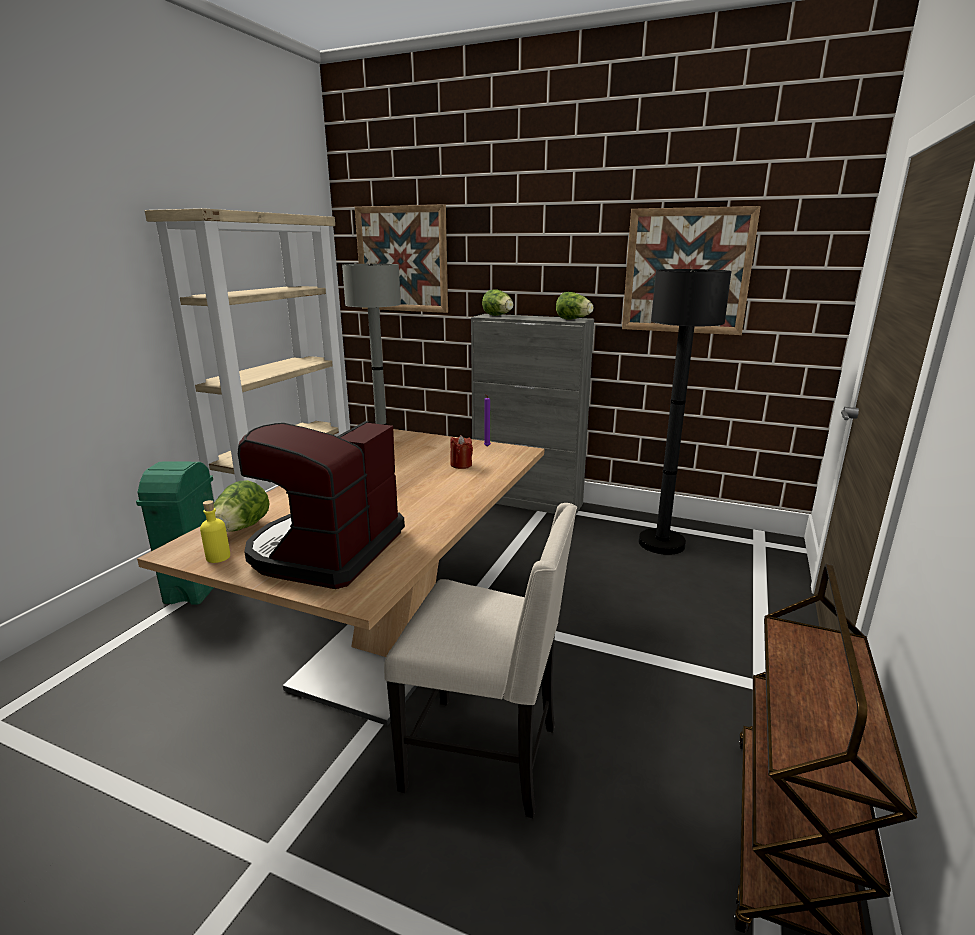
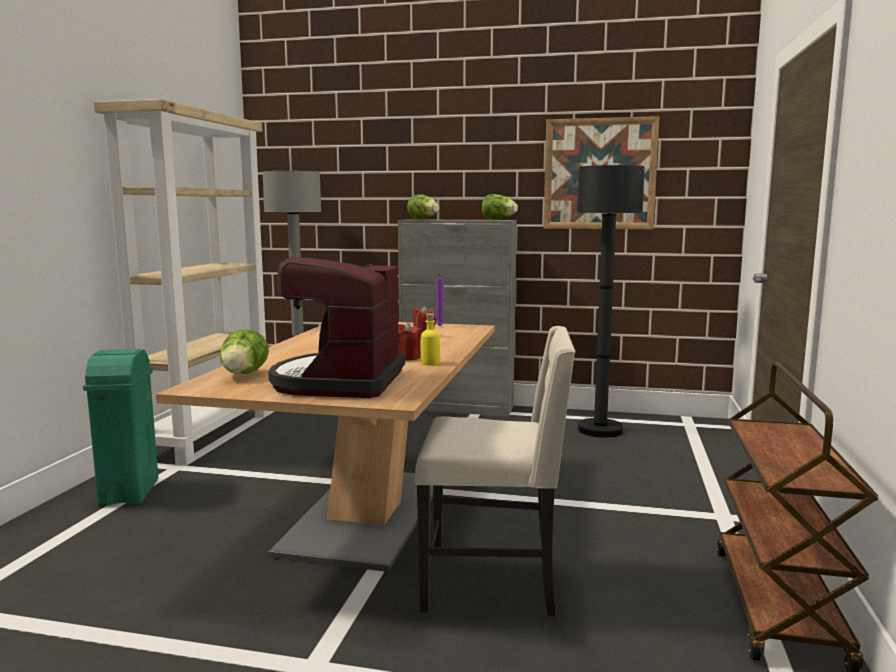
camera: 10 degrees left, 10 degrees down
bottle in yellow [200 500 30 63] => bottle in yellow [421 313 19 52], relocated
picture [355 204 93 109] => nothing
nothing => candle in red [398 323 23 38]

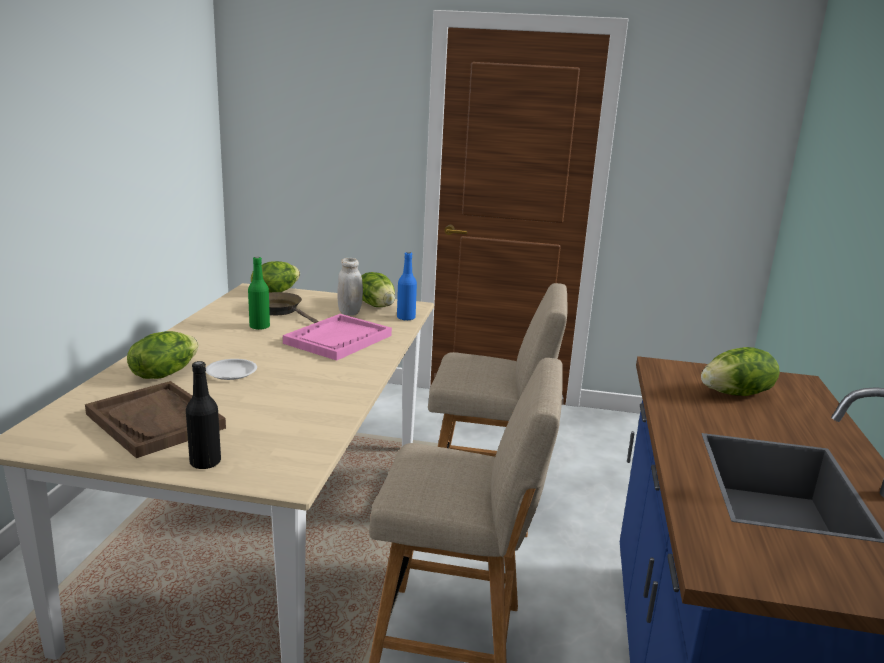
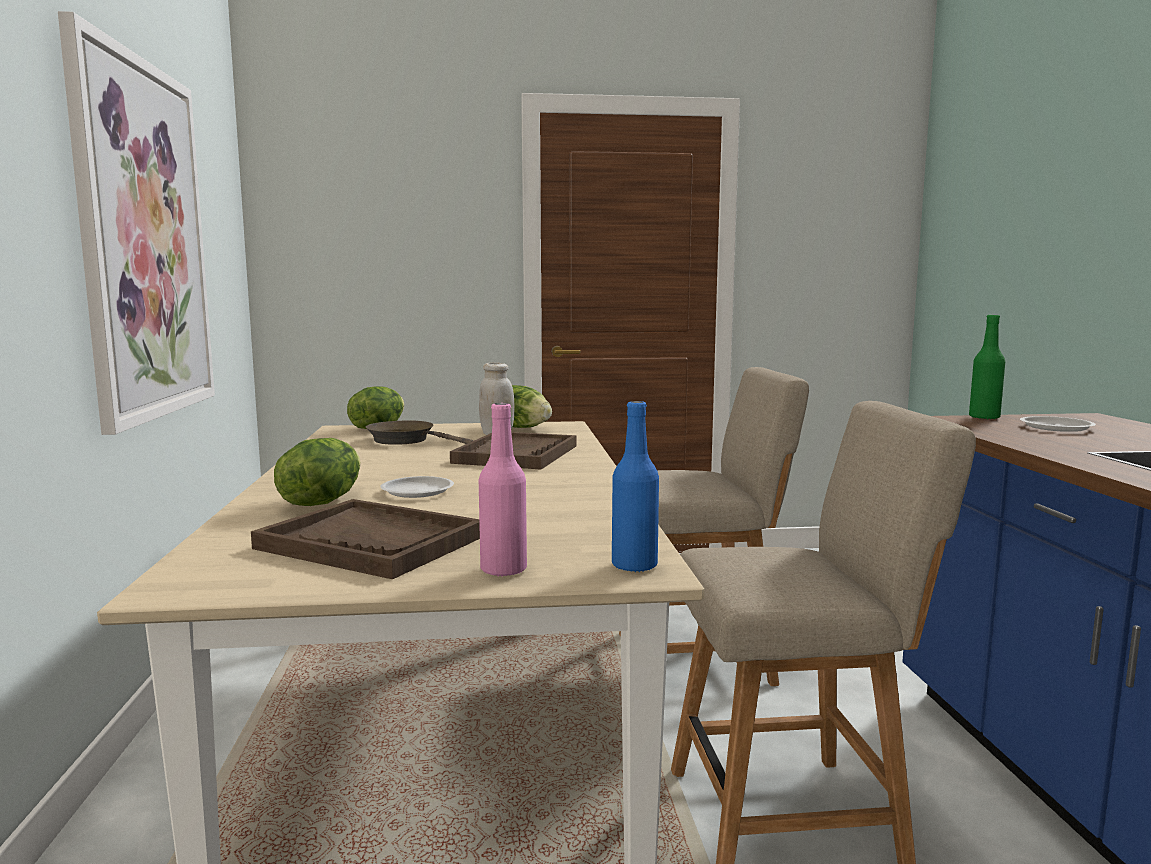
camera: 15 degrees left, 10 degrees down
bottle in black [186 361 35 108] => bottle in pink [479 403 48 174]
bottle in green [248 257 22 73] => bottle in green [969 315 36 104], relocated
tray in pink [283 314 109 47] => tray in brown [450 432 127 37]
bottle in blue [397 252 20 69] => bottle in blue [612 401 47 172], relocated
lettuce [701 347 79 49] => plate in white [1020 416 76 16]
nothing => picture [58 11 157 424]

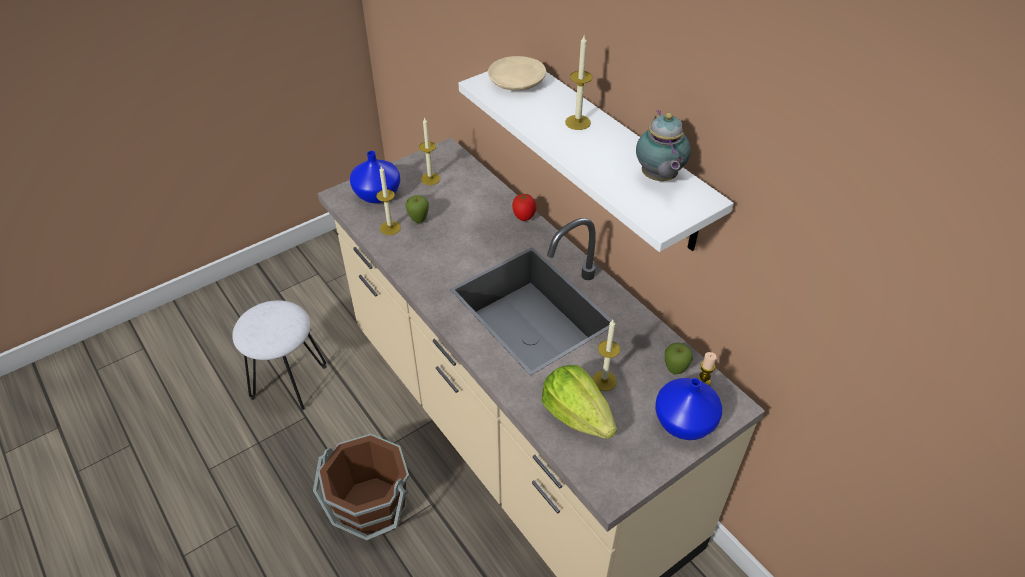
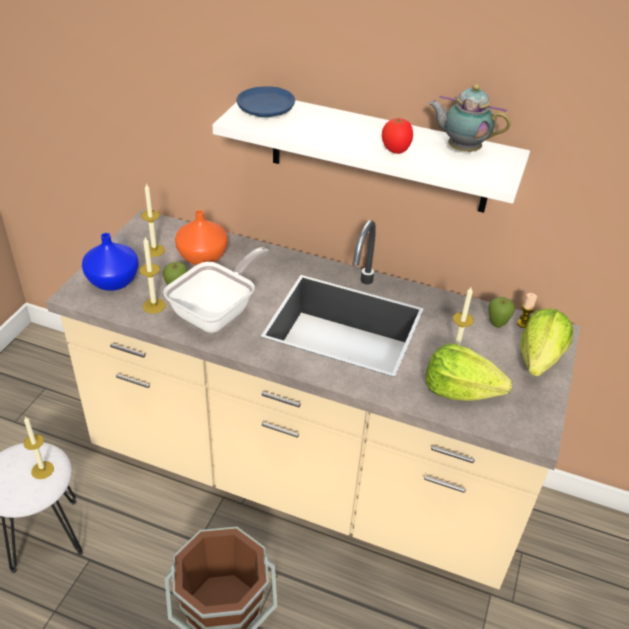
camera: 35 degrees left, 5 degrees down
plate in beige [488 56 58 34] => plate in blue [237 86 58 31]
tomato [512 194 24 27] => tomato [382 118 31 36], relocated
candle [565 36 28 94] => candle [23 416 31 63], relocated
teapot [636 110 55 71] => teapot [429 84 82 68], 150 degrees clockwise
vase in blue [655 378 67 62] => lettuce [521 309 52 67]
nothing => frying pan [163 247 106 86]
nothing => vase in orange [175 210 53 55]

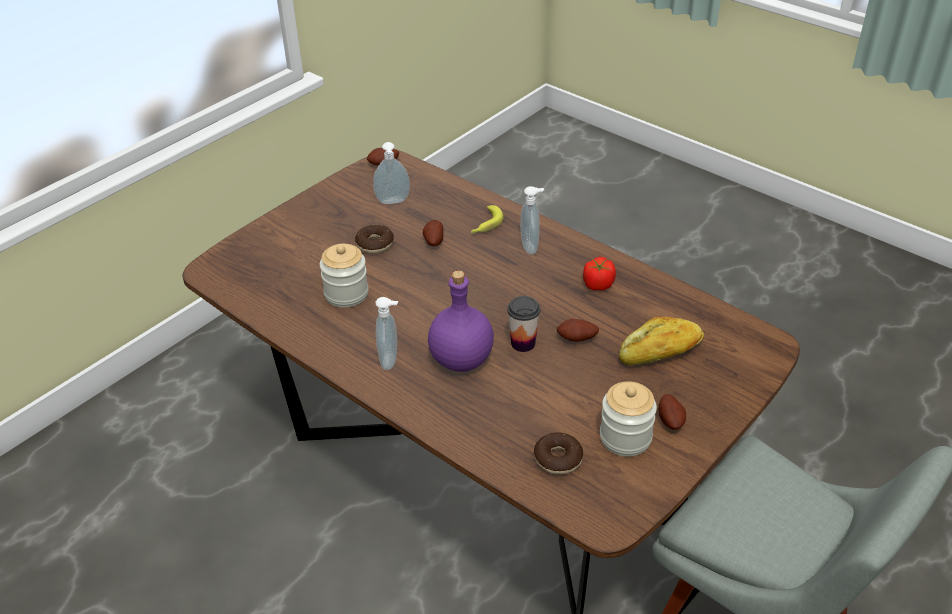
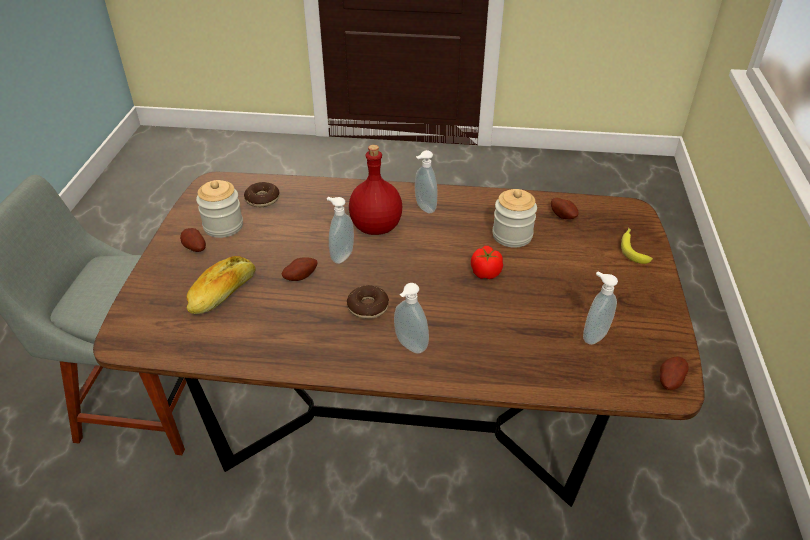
camera: 145 degrees right, 0 degrees up
donut [355 224 39 30] => donut [347 285 42 34], relocated
potato [423 220 20 26] => potato [551 198 27 21], relocated
bottle in purple [428 270 66 102] => bottle in red [349 145 53 90]
banana [471 205 33 28] => banana [621 228 32 36], relocated
cup [507 296 33 56] => soap dispenser [327 197 27 67]
tomato [583 257 33 34] => tomato [471 246 32 33], relocated

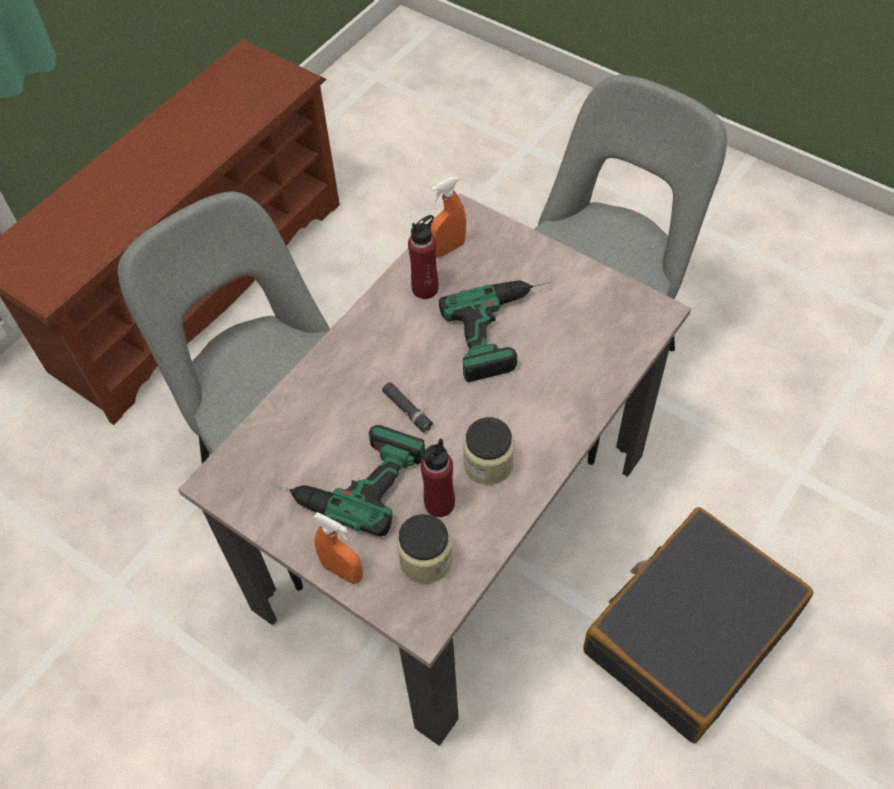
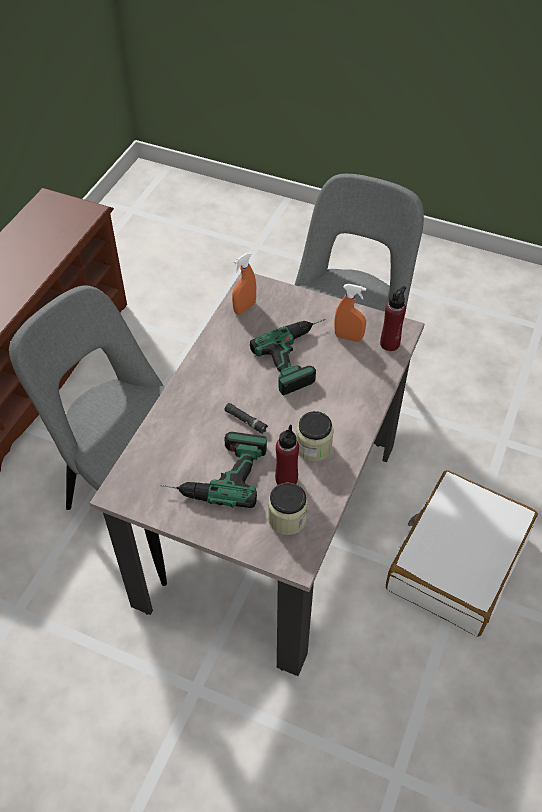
camera: 15 degrees left, 5 degrees down
spray bottle in orange [314 512 49 72] => spray bottle in orange [334 284 32 58], relocated
bottle in red [408 215 31 84] => bottle in red [380 286 26 65], relocated
suitcase in black [583 507 230 236] => suitcase in white [386 470 152 166]

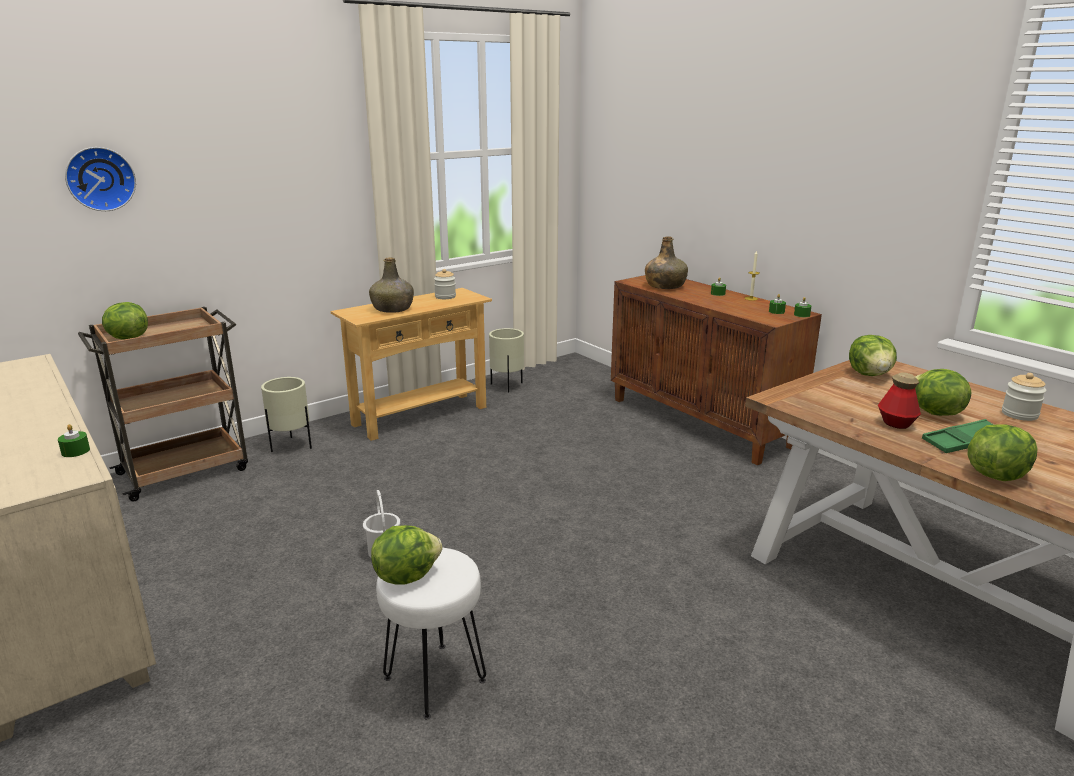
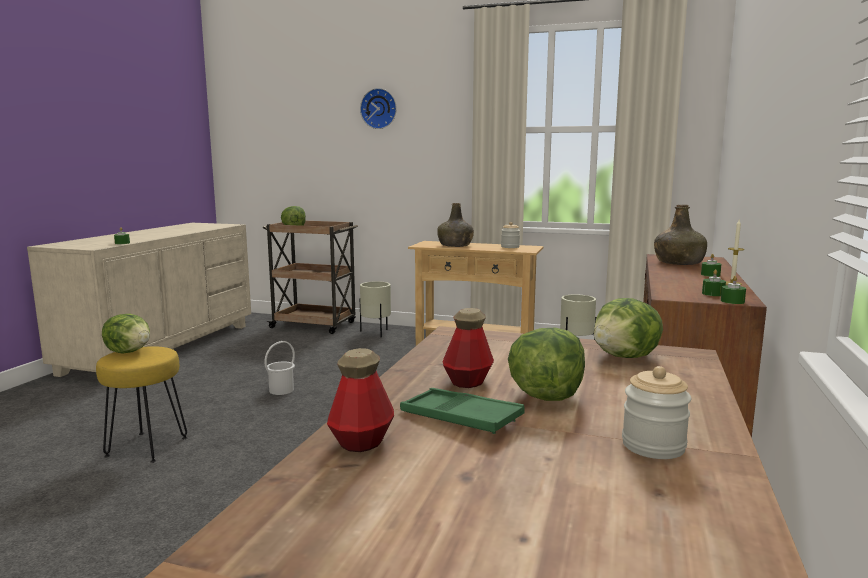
camera: 55 degrees right, 10 degrees down
wall clock [65 147 71 64] => wall clock [360 88 37 41], relocated
stool in white [376 548 110 171] => stool in yellow [96 346 92 117]
lettuce [968 424 70 57] => bottle [327 348 67 104]

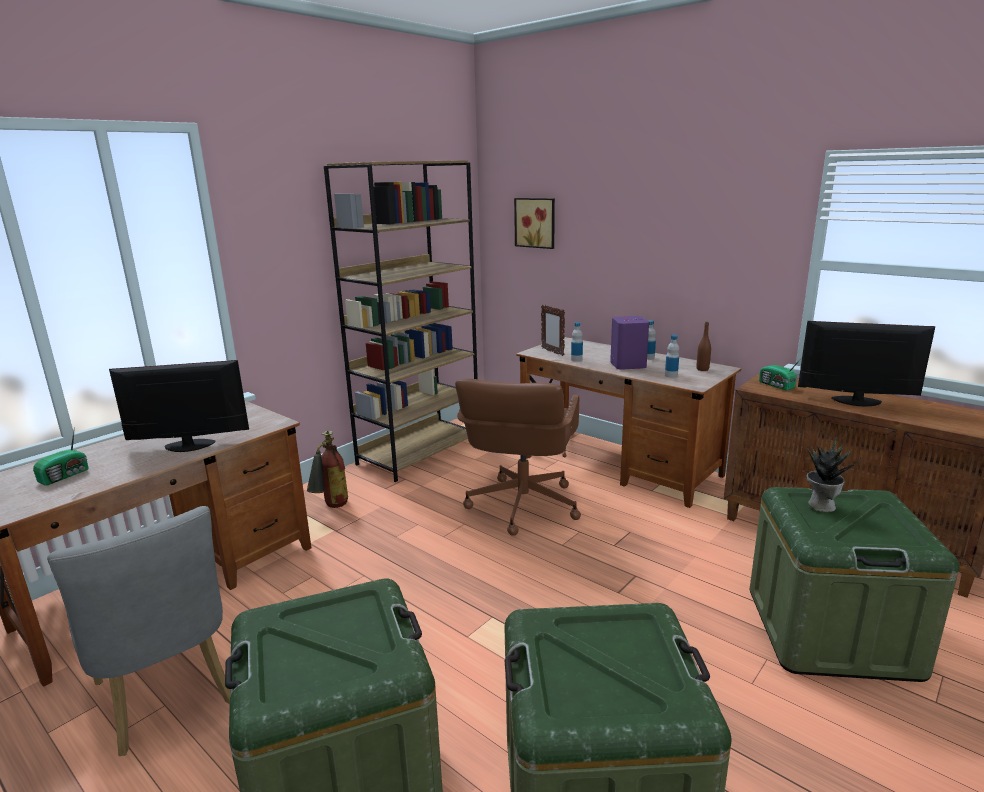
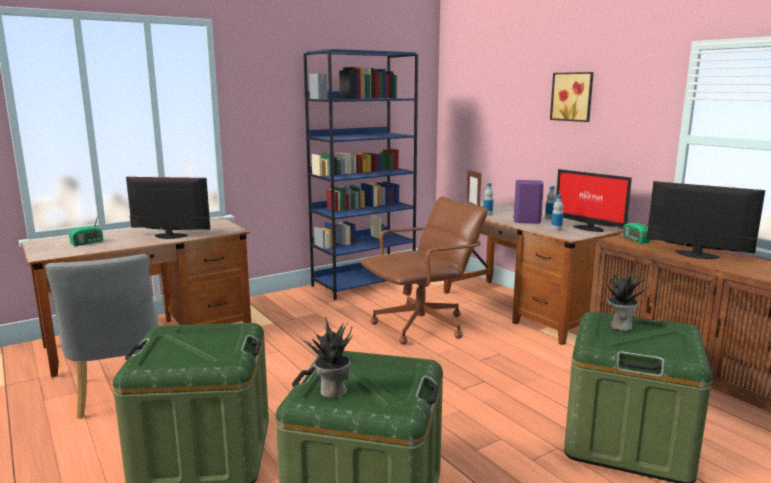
camera: 15 degrees right, 5 degrees down
fire extinguisher [307 431 41 77] => nothing
bookcase in brown [324 160 154 322] => bookcase in blue [303 49 115 251]
office chair in brown [455 379 126 157] => office chair in brown [361 196 127 149], 150 degrees counterclockwise
picture [514 198 41 51] => picture [550 72 44 50], relocated
bottle in brown [697 322 14 49] => monitor [556 169 76 63]
nothing => potted plant [301 317 51 81]

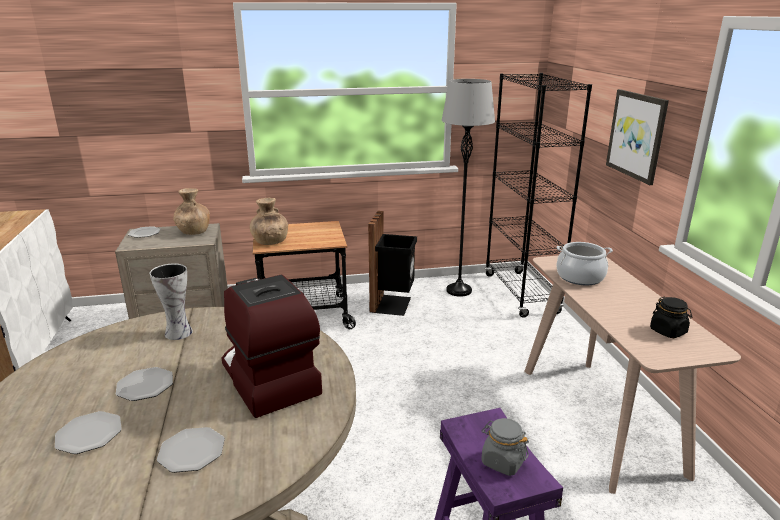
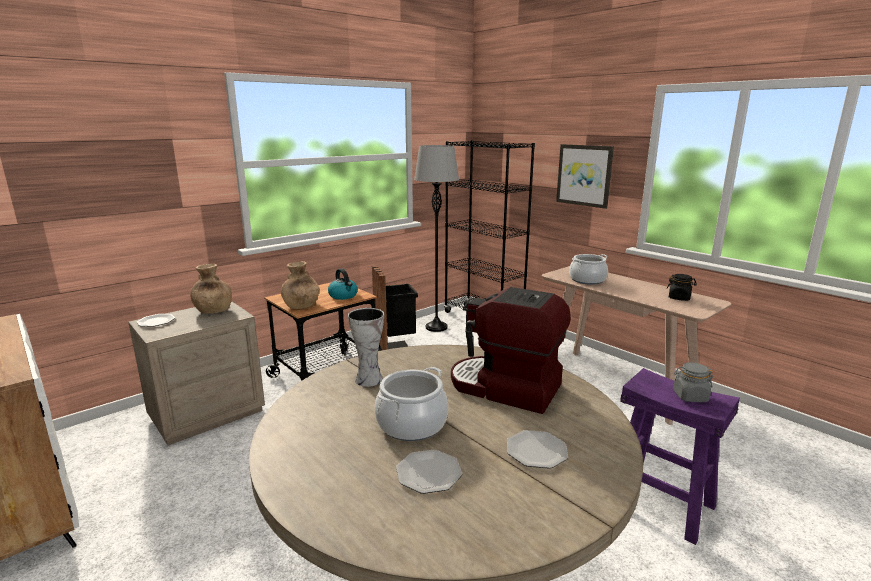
camera: 30 degrees left, 5 degrees down
plate [116 367 57 34] => cooking pot [375 367 73 74]
nothing => kettle [328 268 30 32]

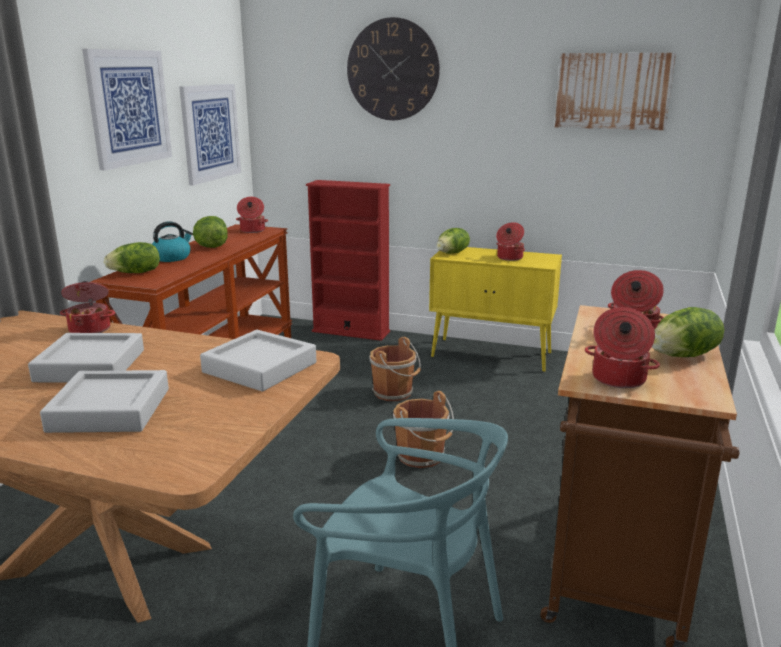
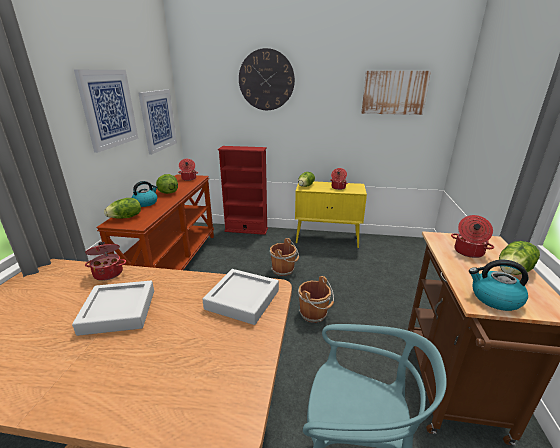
camera: 10 degrees left, 5 degrees up
tray in grey [40 370 129 63] => nothing
cooking pot [585 307 75 81] => kettle [469 260 59 51]

